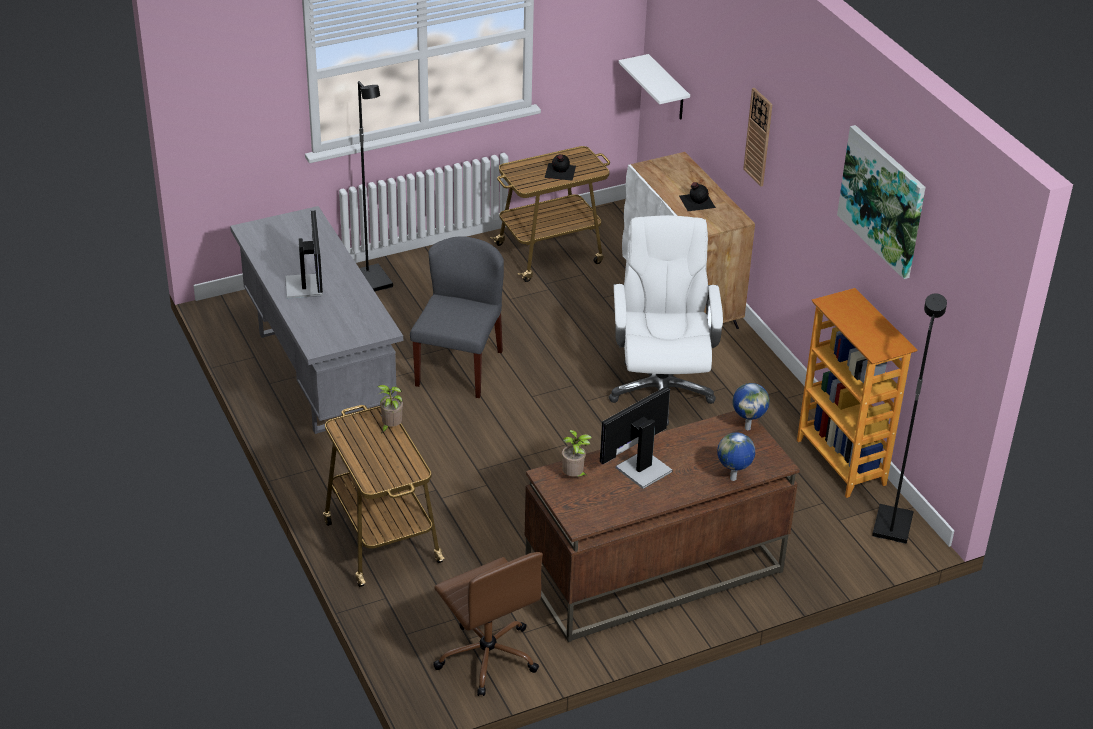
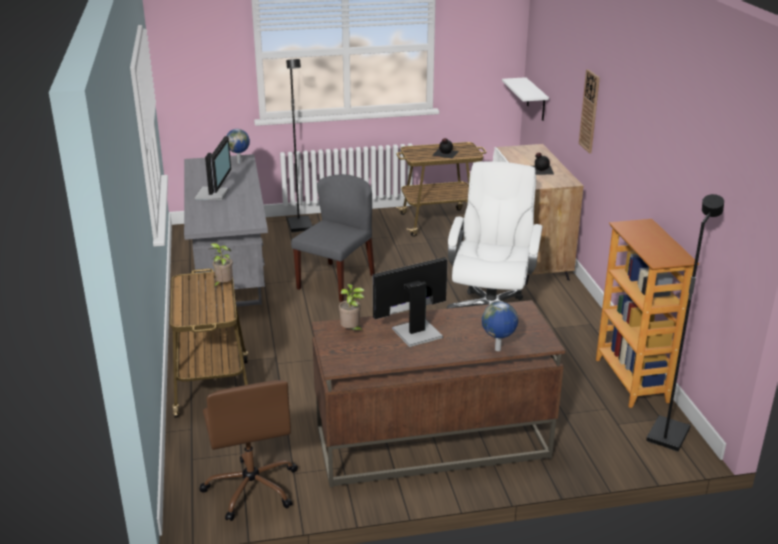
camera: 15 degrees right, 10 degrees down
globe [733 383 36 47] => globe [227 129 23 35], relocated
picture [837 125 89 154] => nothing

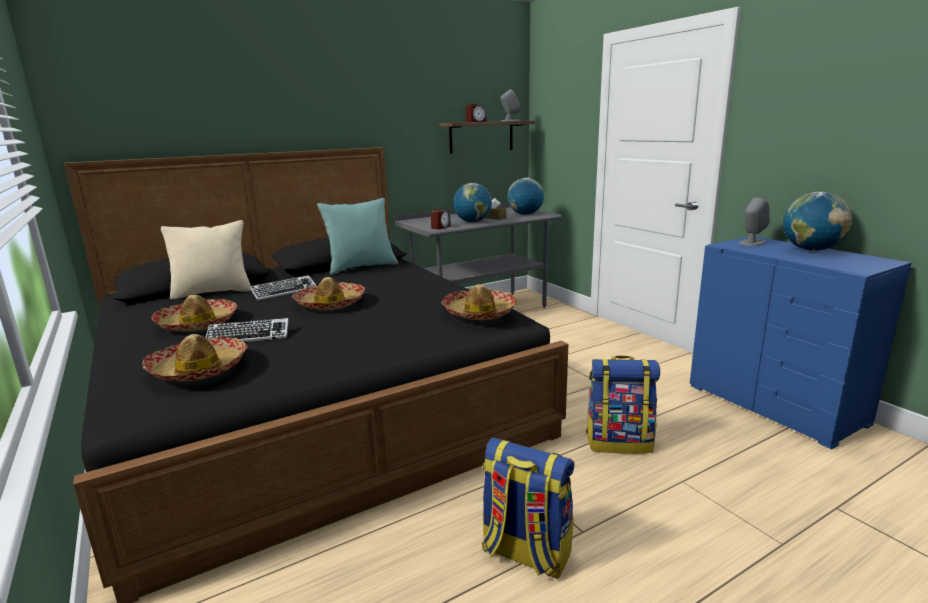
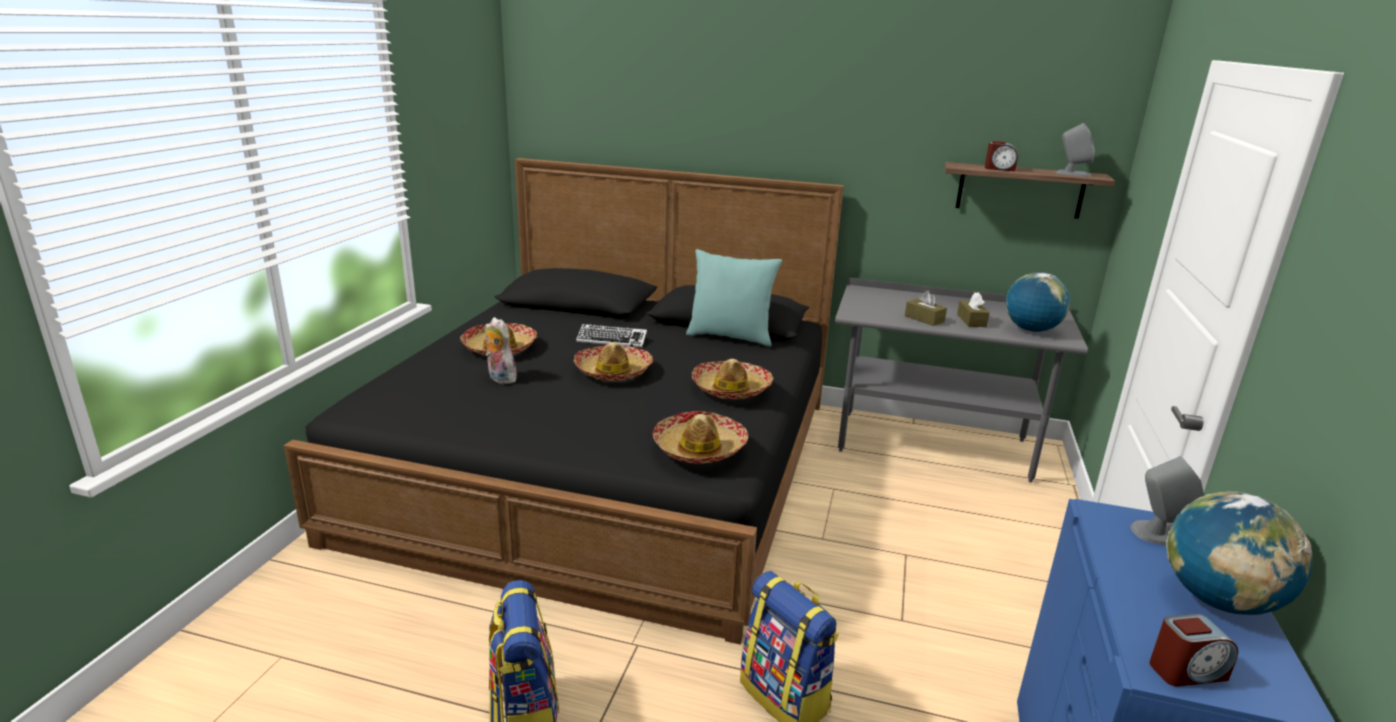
camera: 45 degrees right, 5 degrees up
hat [142 334 105 47] => hat [692 359 81 40], relocated
pillow in beige [161 220 90 80] => nothing
keyboard [206 318 82 24] => plush toy [485 317 32 67]
alarm clock [431 209 20 20] => alarm clock [1150 614 88 73], relocated
globe [453 183 39 40] => tissue box in brown [905 291 42 35]

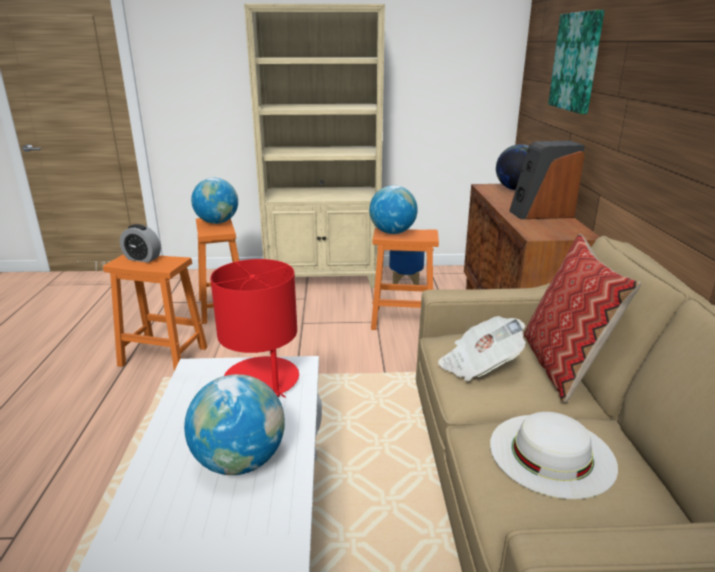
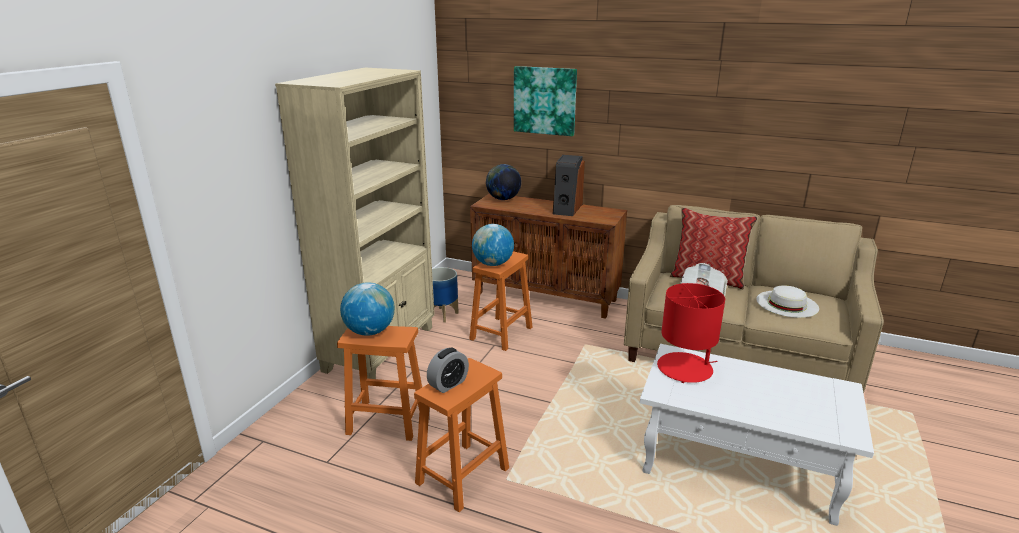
camera: 65 degrees left, 0 degrees up
globe [184 374 101 101] => nothing

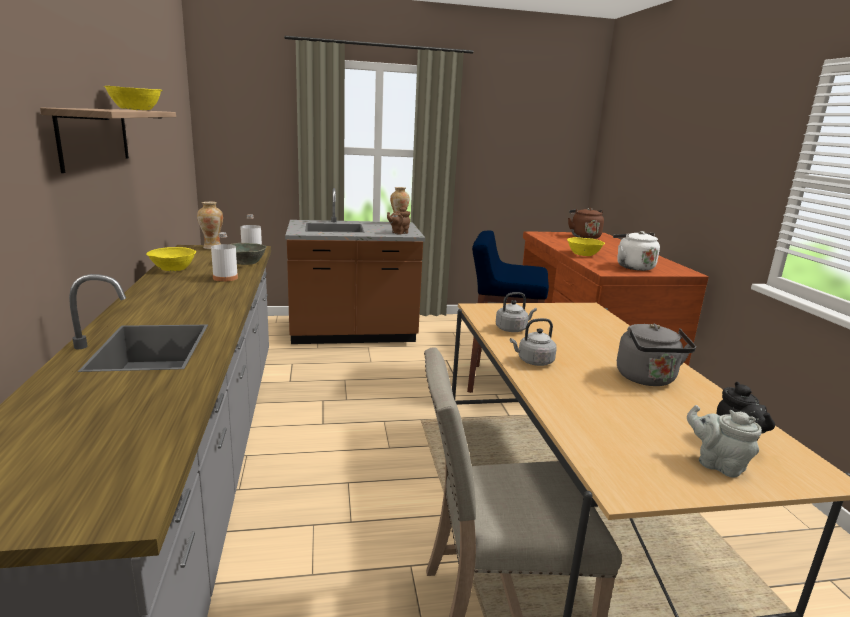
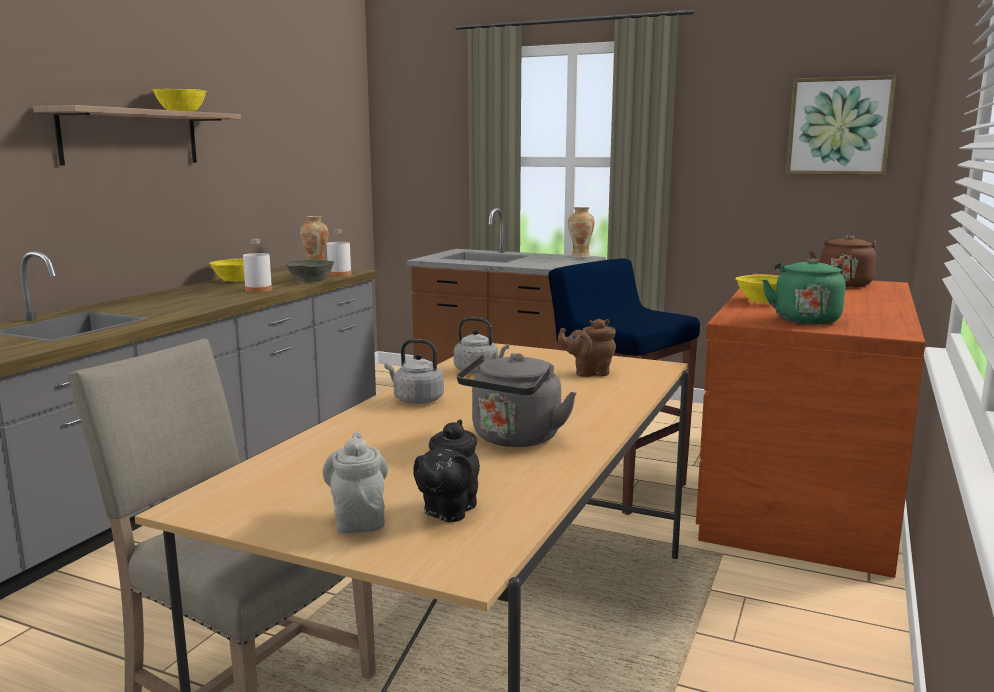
camera: 35 degrees right, 5 degrees down
teapot in brown [387 207 23 28] => teapot in brown [558 319 58 58], relocated
kettle in white [613 231 47 40] => kettle in green [762 258 84 67]
nothing => picture [786 75 110 100]

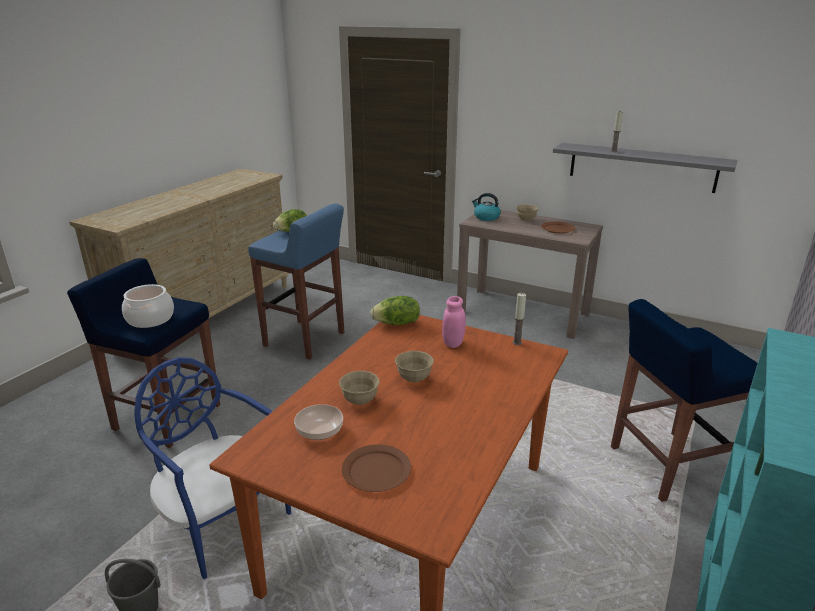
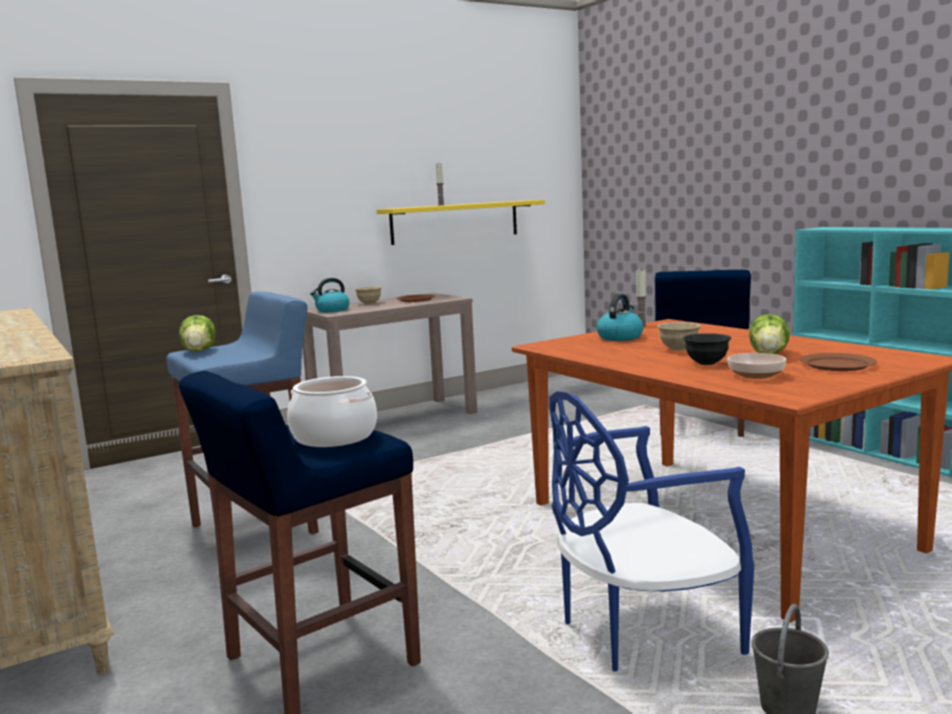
camera: 60 degrees left, 15 degrees down
bowl in beige [339 371 41 34] => bowl in black [683 333 48 32]
lettuce [370 296 50 29] => lettuce [749 314 41 40], relocated
jar in pink [442 296 24 52] => kettle [596 294 47 47]
shelf in grey [553 143 184 50] => shelf in yellow [377 200 168 45]

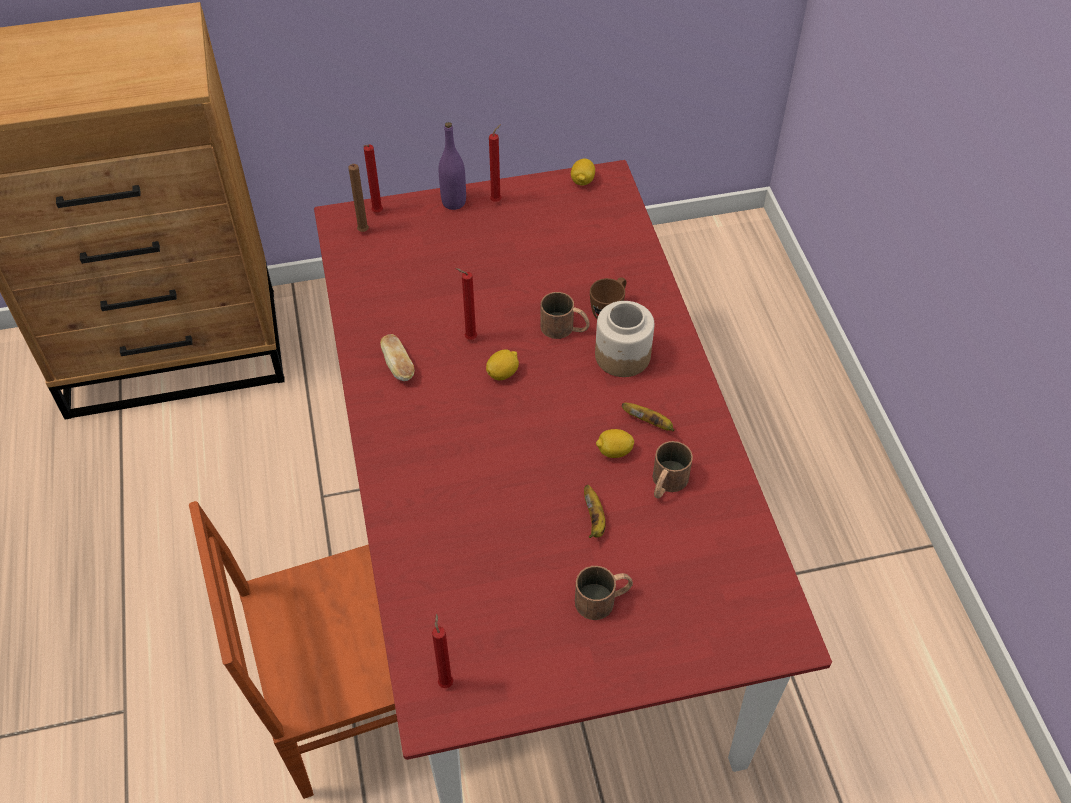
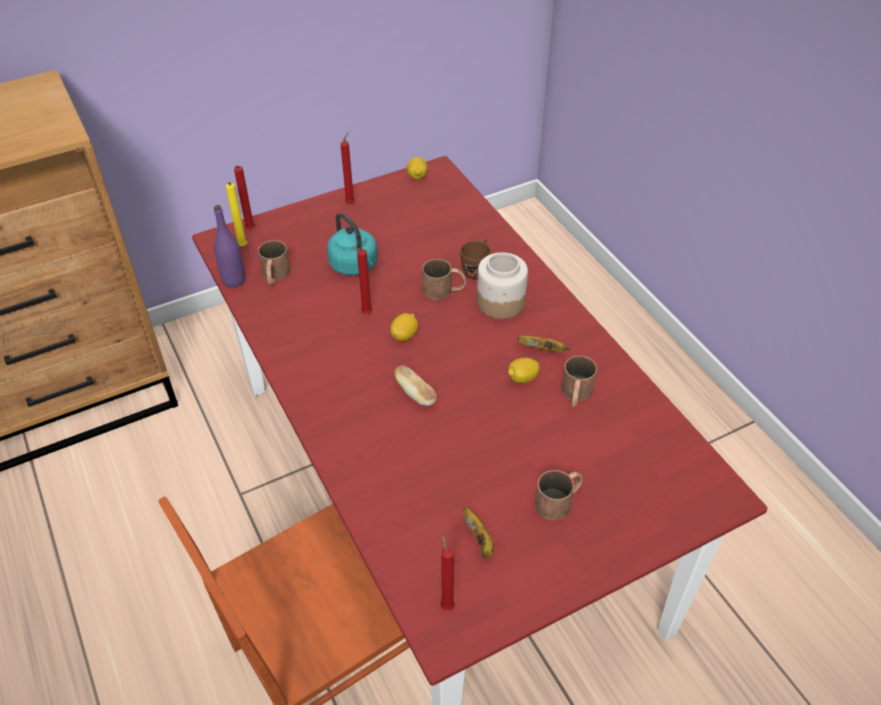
camera: 15 degrees left, 5 degrees down
candle in brown [348 164 21 68] => candle in yellow [226 182 21 64]
bread [380 334 35 47] => bread [394 365 43 41], relocated
bottle in purple [439 122 27 88] => bottle in purple [214 205 31 83], relocated
banana [584 485 22 53] => banana [462 507 31 52], relocated
nothing => mug in brown [258 240 32 45]
nothing => kettle in turquoise [327 213 50 62]

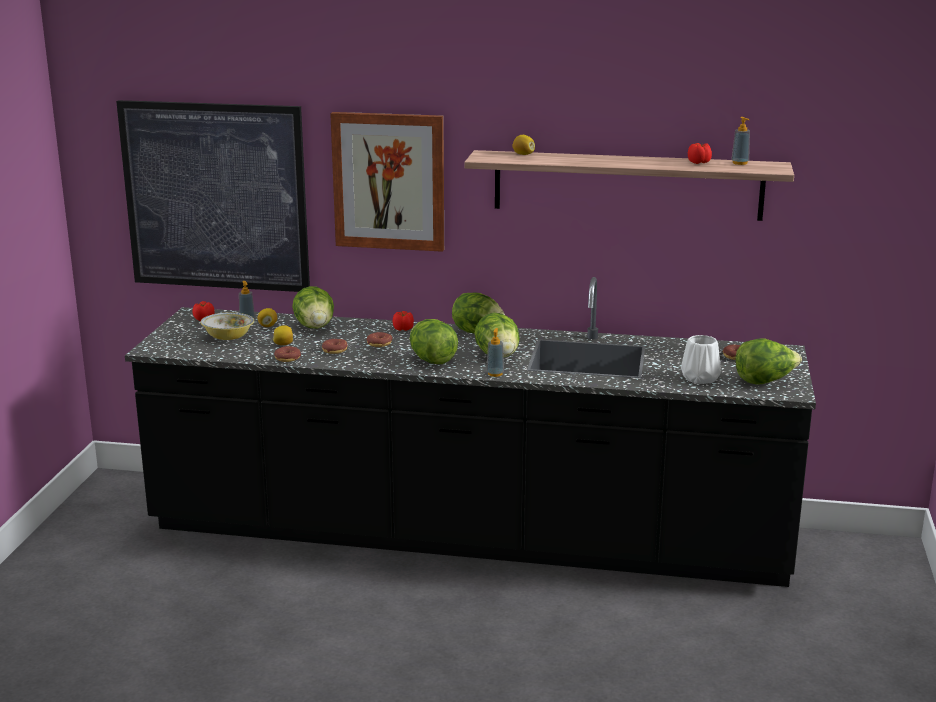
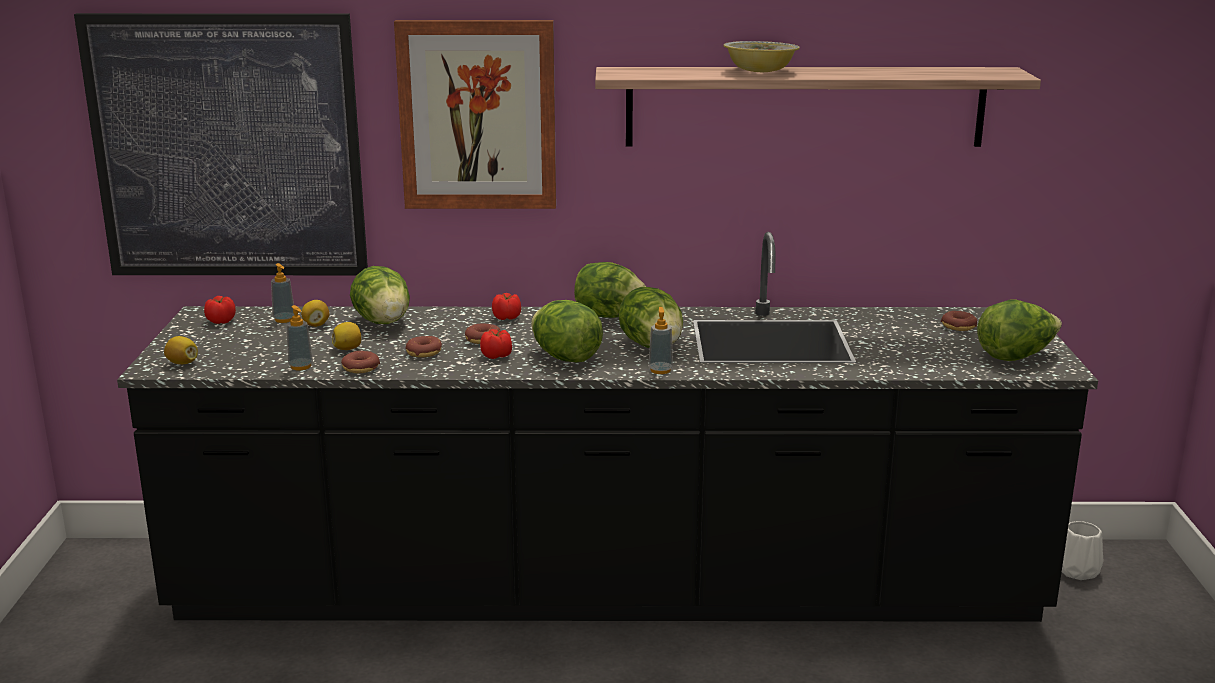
camera: 10 degrees left, 0 degrees up
bowl [200 313 54 27] => bowl [724 41 76 31], relocated
lemon [512 135 23 20] => lemon [164 336 34 28], relocated
vase in white [681 335 40 49] => vase in white [1062 521 41 59], relocated
tomato [688 143 24 21] => tomato [480 329 32 30], relocated
soap dispenser [731 117 19 48] => soap dispenser [286 305 27 65], relocated

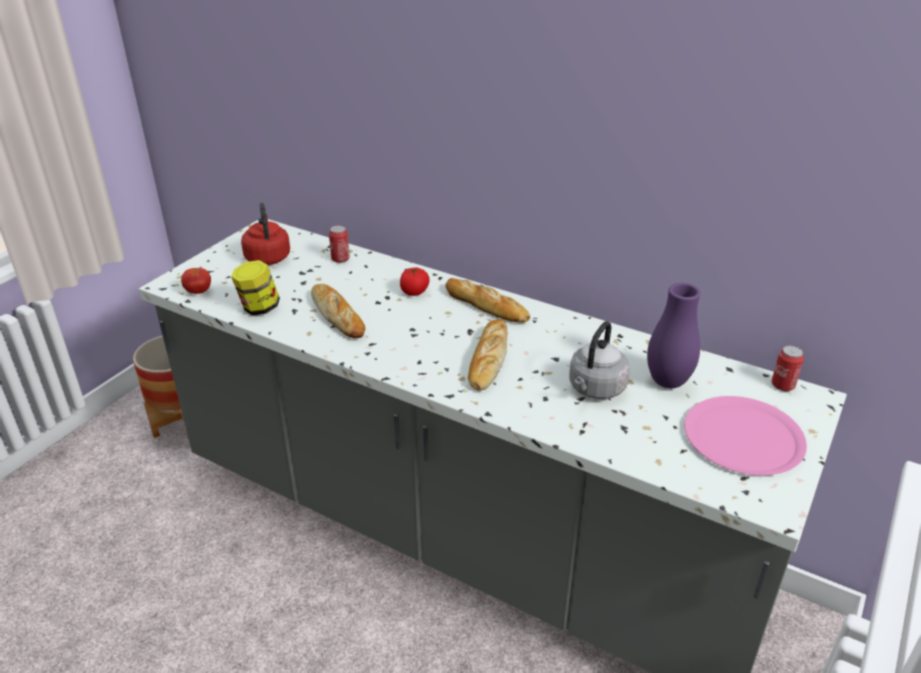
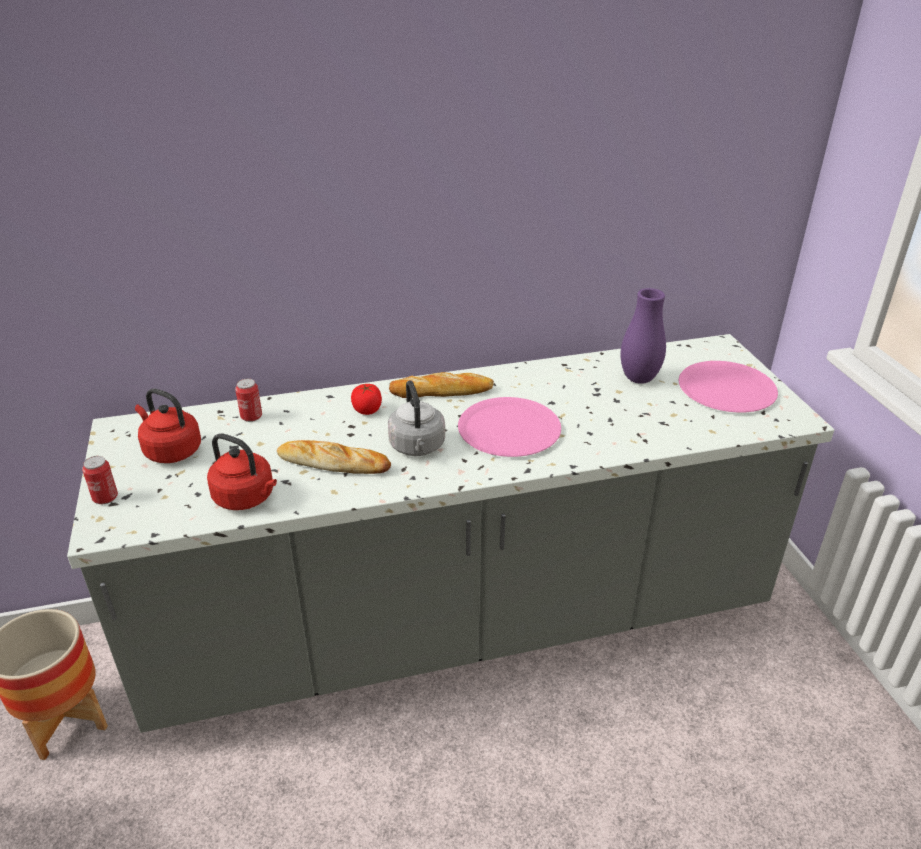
camera: 45 degrees left, 0 degrees up
tomato [181 268 30 26] => nothing
jar [231 260 49 55] => kettle in red [207 434 70 76]
bread [468 319 39 72] => plate in pink [458 397 103 60]
kettle in grey [569 321 61 78] => kettle in grey [388 380 57 76], relocated
can [772 345 32 46] => can [82 456 36 48], relocated

